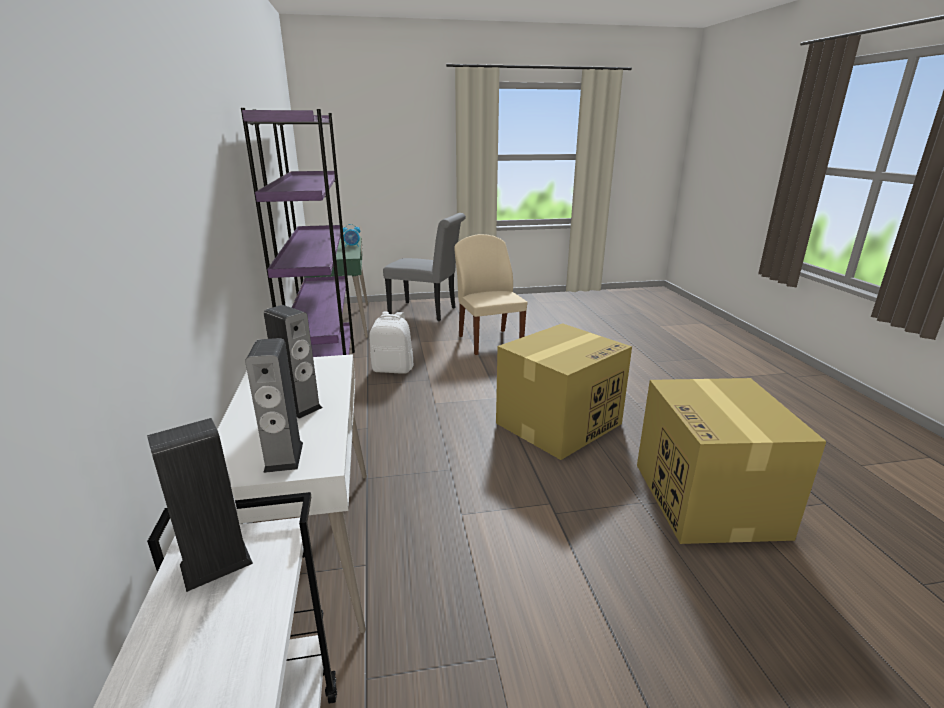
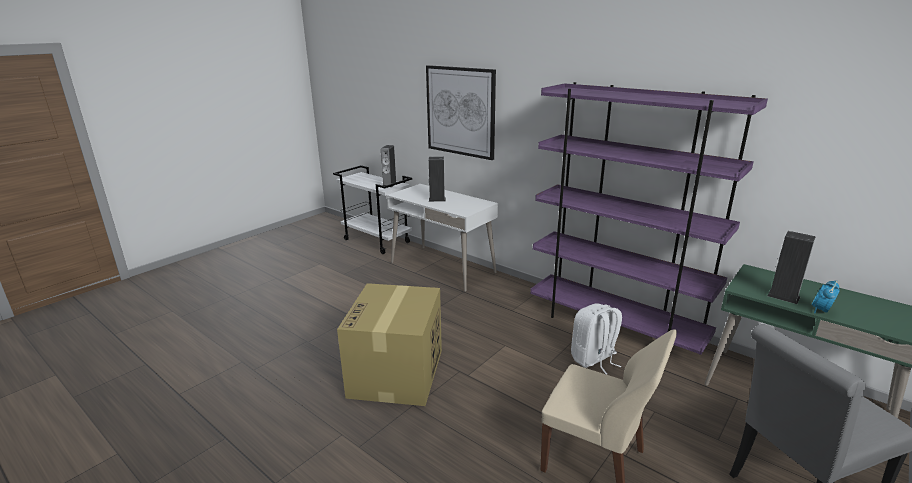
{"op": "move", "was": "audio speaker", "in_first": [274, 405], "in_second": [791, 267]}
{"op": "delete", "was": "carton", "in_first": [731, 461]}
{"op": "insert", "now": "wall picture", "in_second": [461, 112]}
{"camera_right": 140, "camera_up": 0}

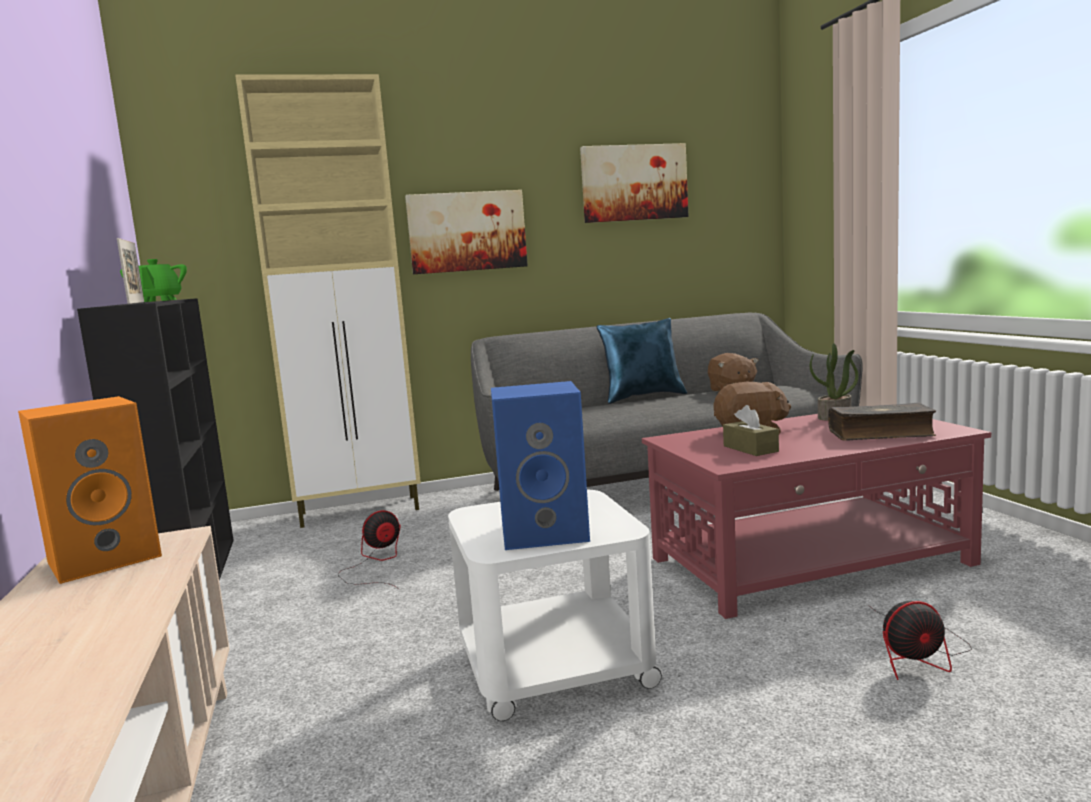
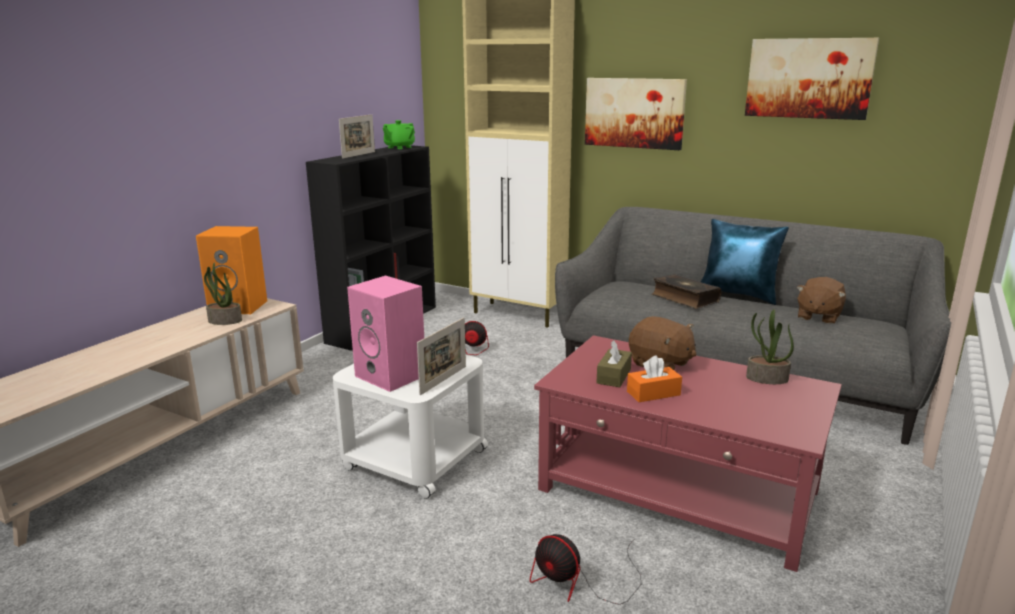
{"op": "recolor", "was": "blue audio speaker", "now": "pink audio speaker", "in_first": [540, 465], "in_second": [385, 334]}
{"op": "move", "was": "volume", "in_first": [882, 422], "in_second": [686, 291]}
{"op": "insert", "now": "houseplant", "in_second": [223, 293]}
{"op": "insert", "now": "standing frame", "in_second": [441, 356]}
{"op": "insert", "now": "orange-coloured tissue holder", "in_second": [654, 378]}
{"camera_right": 45, "camera_up": 10}

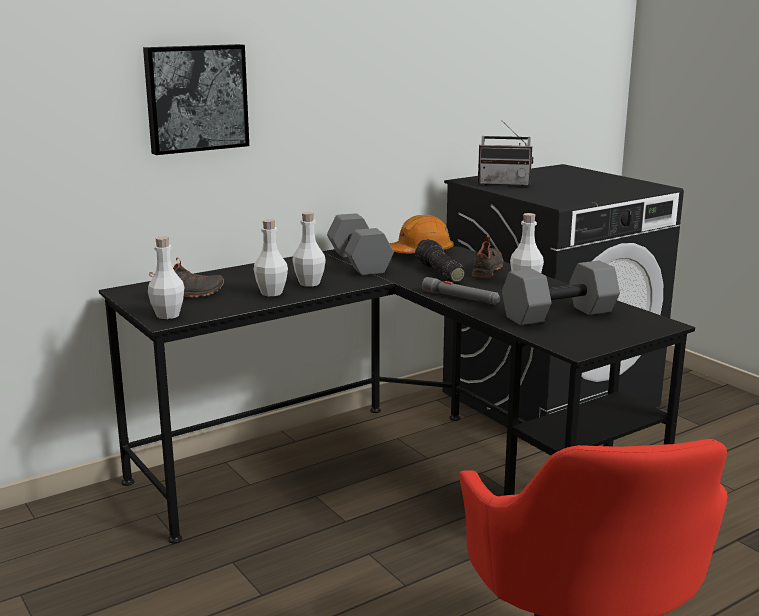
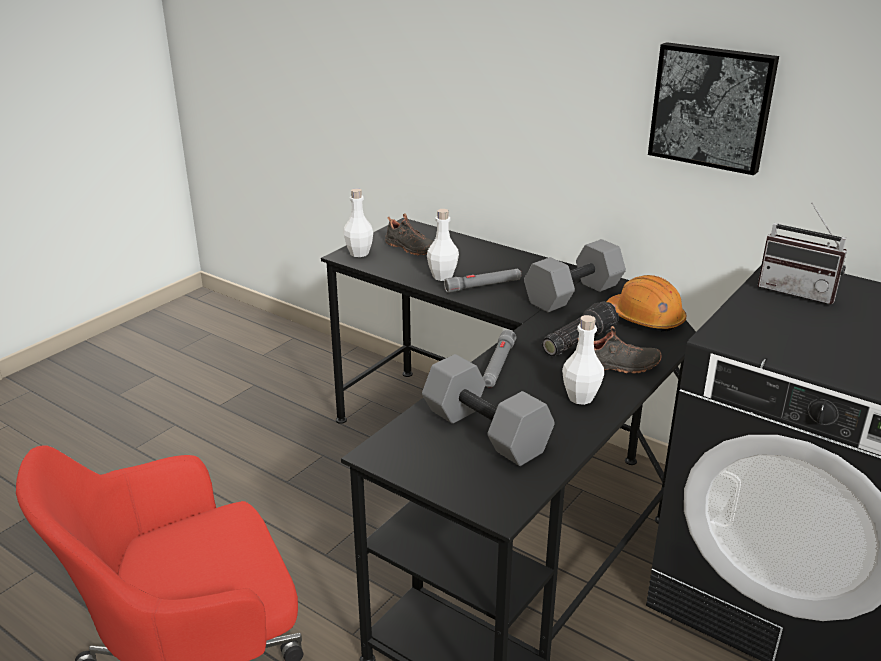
{"op": "move", "was": "wall picture", "in_first": [196, 99], "in_second": [713, 108]}
{"op": "rotate", "was": "radio receiver", "in_first": [505, 153], "in_second": [802, 253], "clockwise": -45}
{"op": "replace", "was": "whitish bottle", "now": "gray flashlight", "in_first": [309, 249], "in_second": [483, 281]}
{"camera_right": 70, "camera_up": 10}

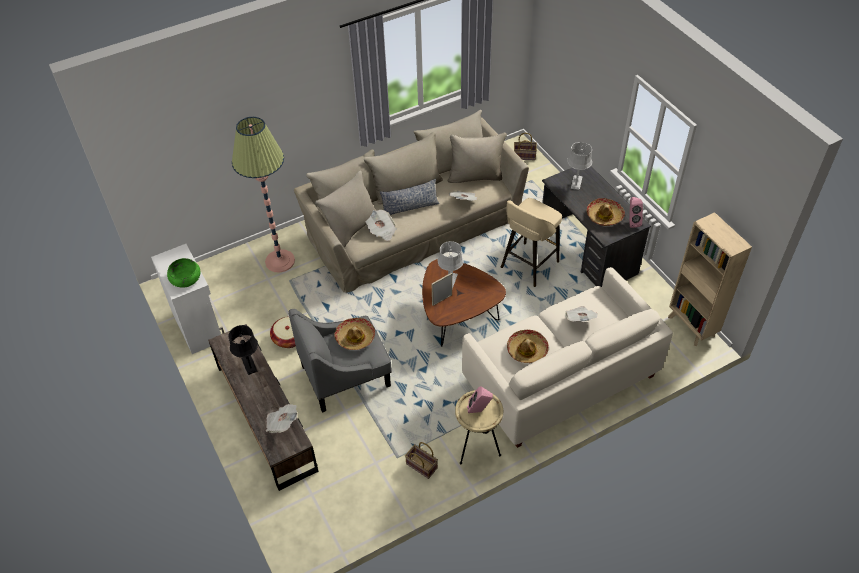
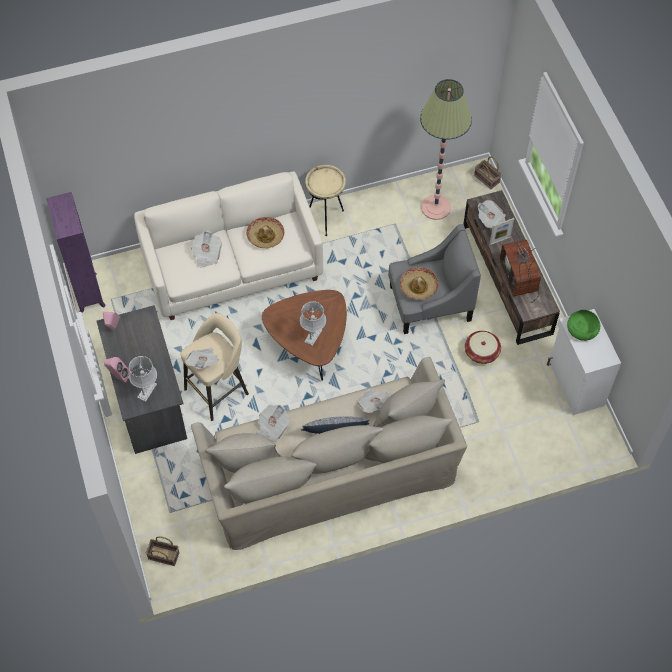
{"op": "move", "was": "standing lamp", "in_first": [263, 194], "in_second": [446, 149]}
{"op": "delete", "was": "clothing hat", "in_first": [606, 212]}
{"op": "recolor", "was": "beige bookshelf", "now": "purple-coloured bookshelf", "in_first": [710, 279], "in_second": [76, 252]}
{"op": "move", "was": "standing frame", "in_first": [442, 289], "in_second": [502, 231]}
{"op": "replace", "was": "black lamp for a table", "now": "TV", "in_first": [243, 350], "in_second": [520, 268]}
{"op": "move", "was": "pink audio speaker", "in_first": [480, 400], "in_second": [117, 370]}
{"op": "move", "was": "household basket", "in_first": [421, 460], "in_second": [488, 173]}
{"op": "insert", "now": "newspaper", "in_second": [202, 358]}
{"camera_right": -170, "camera_up": 10}

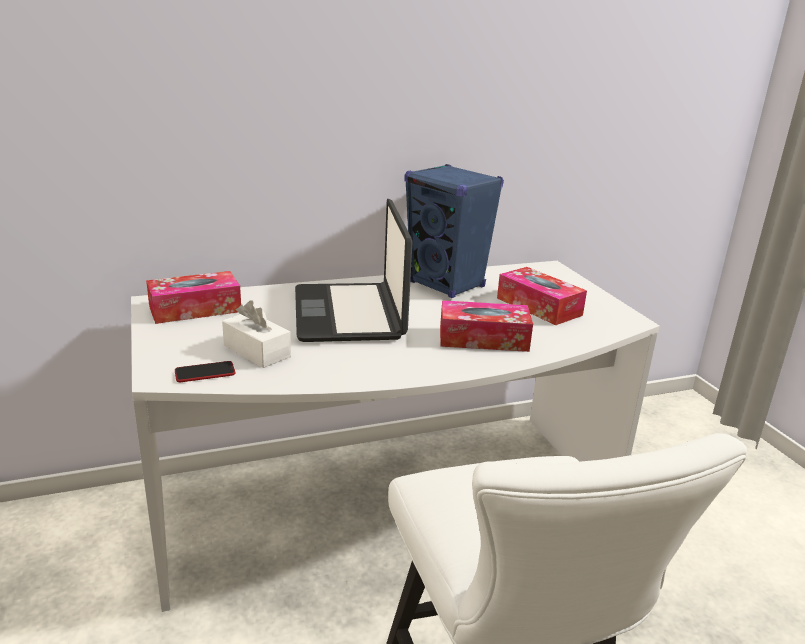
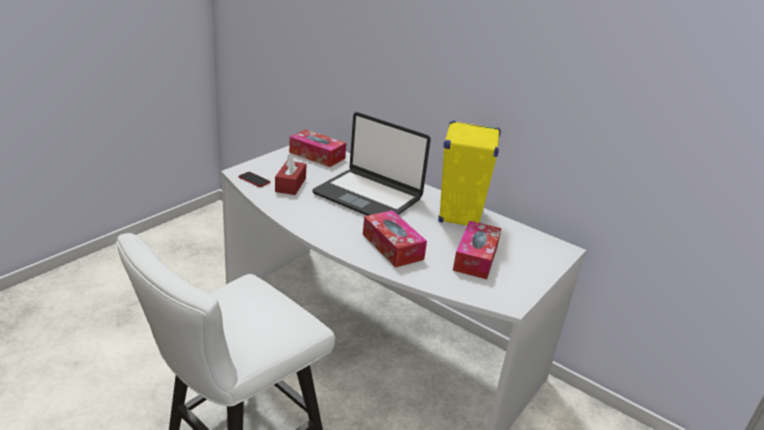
{"op": "recolor", "was": "blue audio speaker", "now": "yellowish audio speaker", "in_first": [454, 231], "in_second": [469, 172]}
{"op": "rotate", "was": "notebook computer", "in_first": [354, 270], "in_second": [371, 164], "clockwise": -105}
{"op": "recolor", "was": "whitish tissue holder", "now": "red tissue holder", "in_first": [256, 334], "in_second": [290, 174]}
{"camera_right": 55, "camera_up": 5}

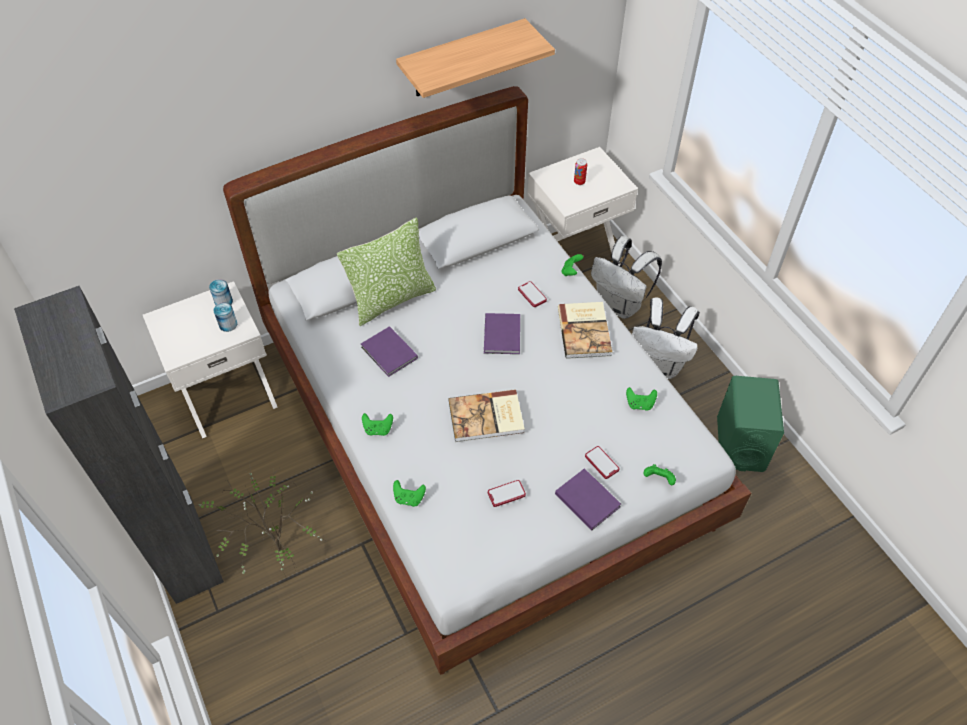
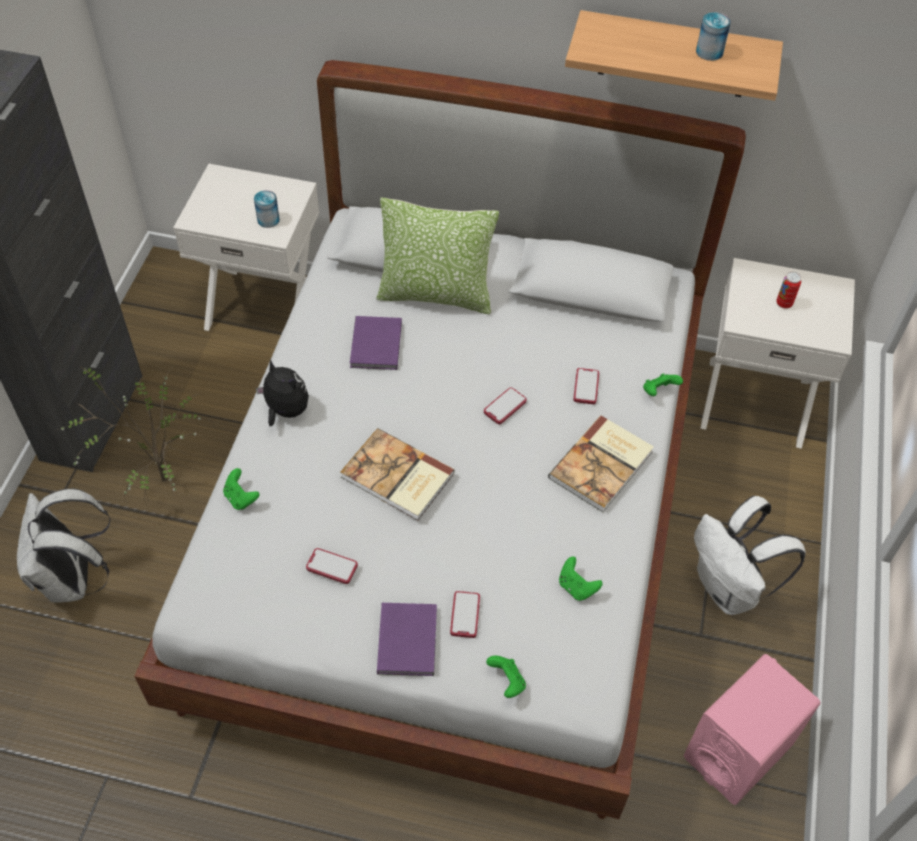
{"op": "move", "was": "whitish backpack", "in_first": [626, 277], "in_second": [63, 545]}
{"op": "move", "was": "can", "in_first": [221, 292], "in_second": [713, 36]}
{"op": "replace", "was": "purple-coloured volume", "now": "telephone", "in_first": [502, 333], "in_second": [505, 405]}
{"op": "recolor", "was": "green audio speaker", "now": "pink audio speaker", "in_first": [750, 424], "in_second": [752, 729]}
{"op": "replace", "was": "green joypad", "now": "plush toy", "in_first": [377, 424], "in_second": [282, 392]}
{"camera_right": 40, "camera_up": 0}

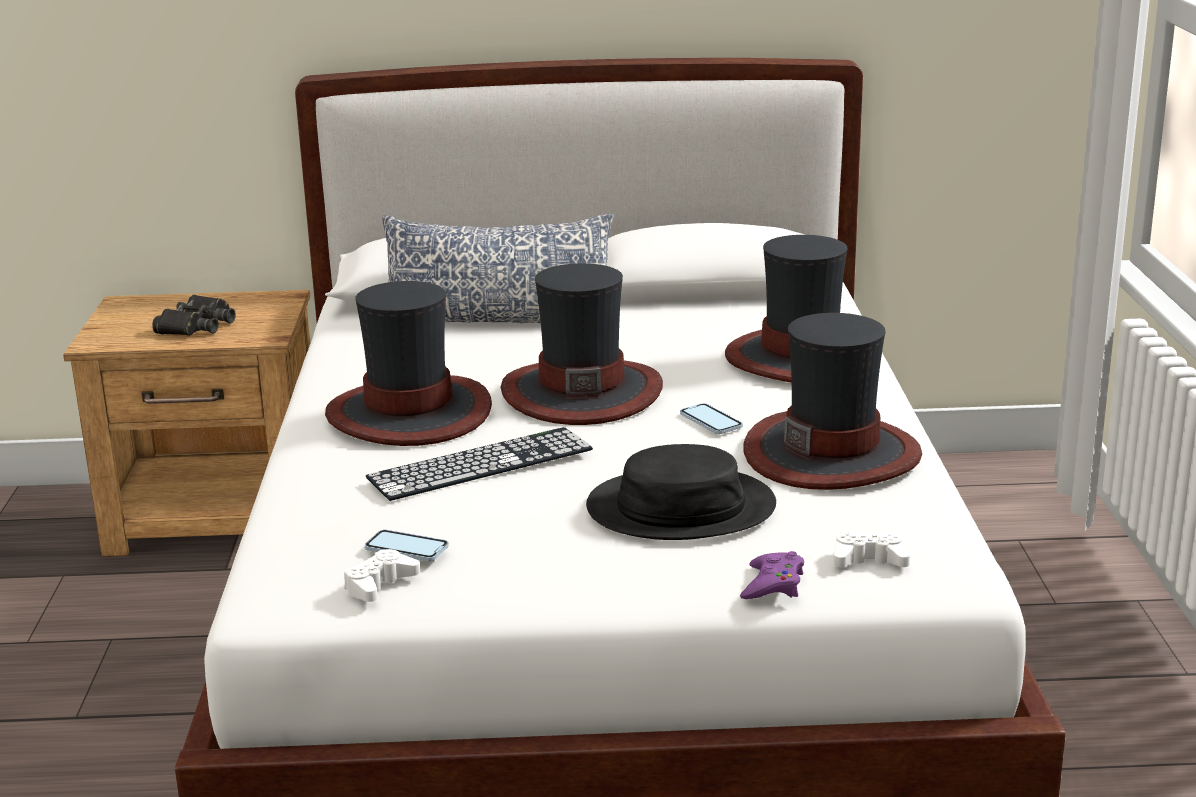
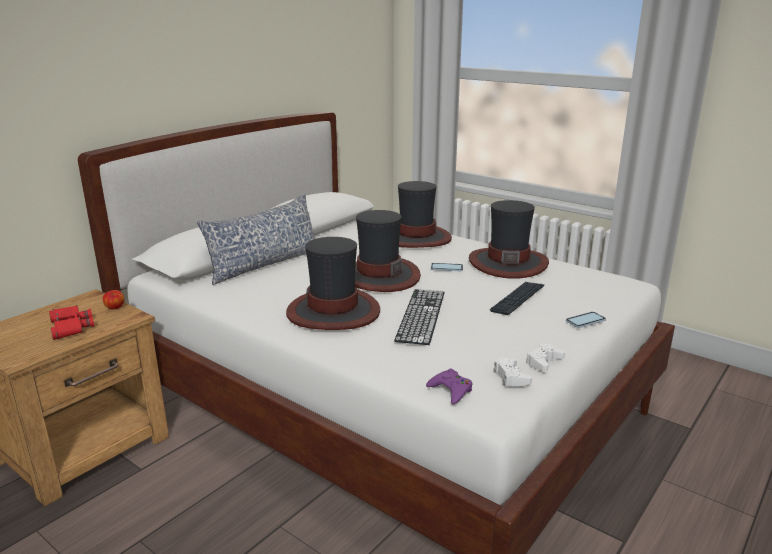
{"op": "recolor", "was": "black field glasses", "now": "red field glasses", "in_first": [194, 314], "in_second": [71, 322]}
{"op": "replace", "was": "black clothing hat", "now": "computer keyboard", "in_first": [681, 492], "in_second": [517, 298]}
{"op": "move", "was": "telephone", "in_first": [407, 545], "in_second": [586, 320]}
{"op": "move", "was": "whitish joypad", "in_first": [872, 549], "in_second": [545, 357]}
{"op": "move", "was": "purple-coloured joypad", "in_first": [772, 575], "in_second": [449, 386]}
{"op": "insert", "now": "apple", "in_second": [114, 299]}
{"camera_right": -50, "camera_up": 0}

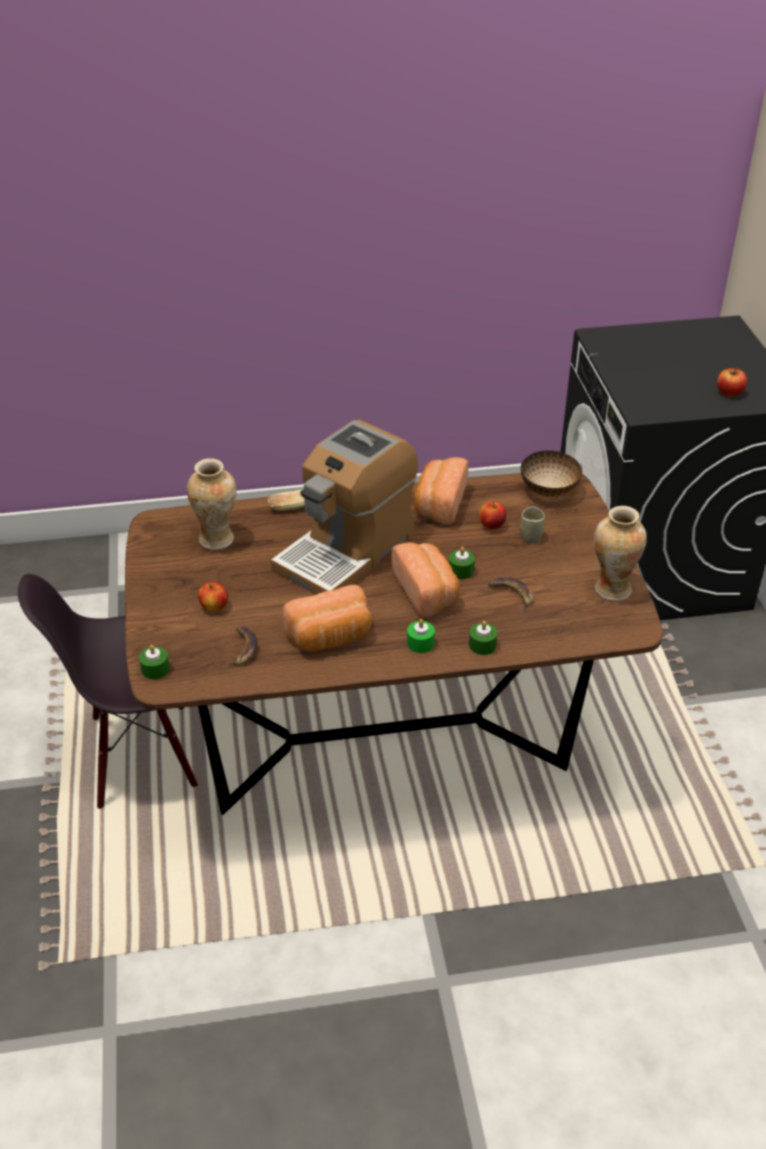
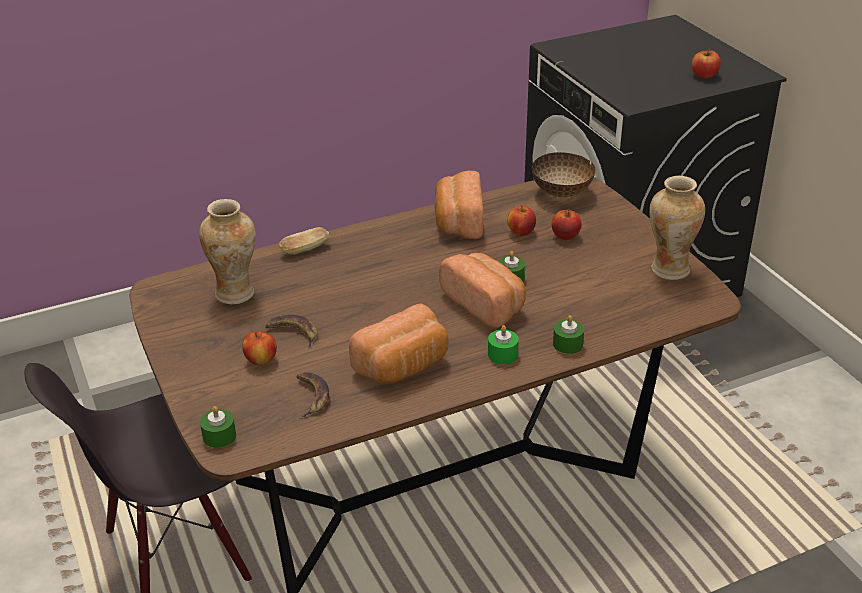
{"op": "delete", "was": "coffee machine", "in_first": [344, 507]}
{"op": "replace", "was": "small cup", "now": "apple", "in_first": [532, 525], "in_second": [567, 224]}
{"op": "move", "was": "banana", "in_first": [510, 595], "in_second": [291, 332]}
{"camera_right": -15, "camera_up": -5}

